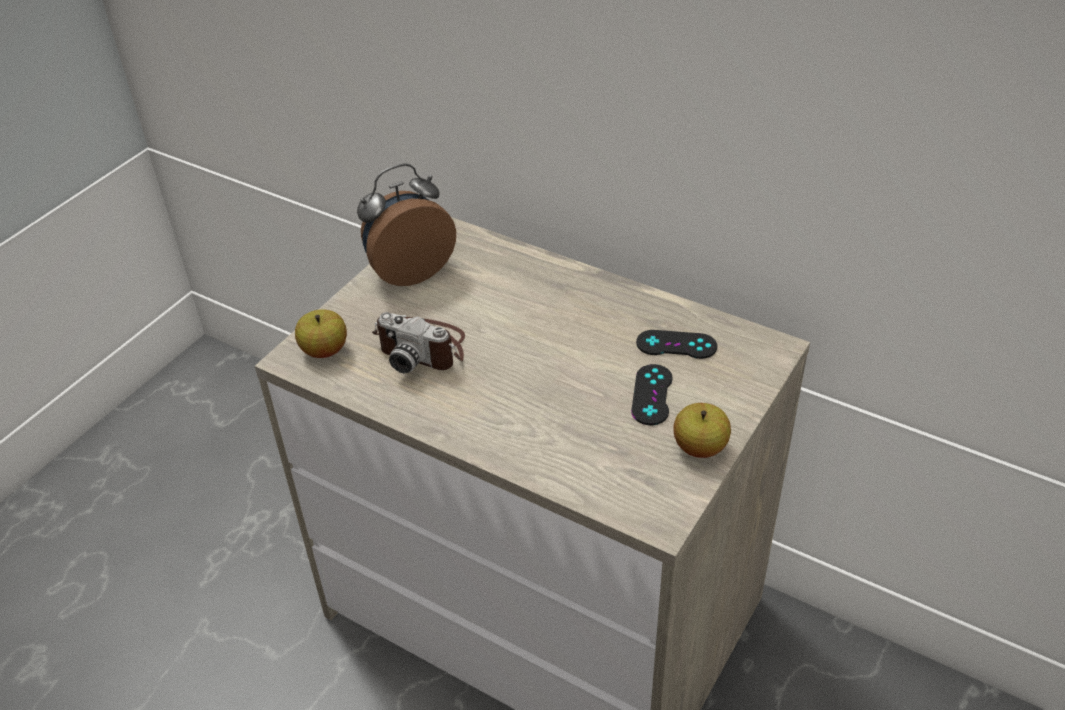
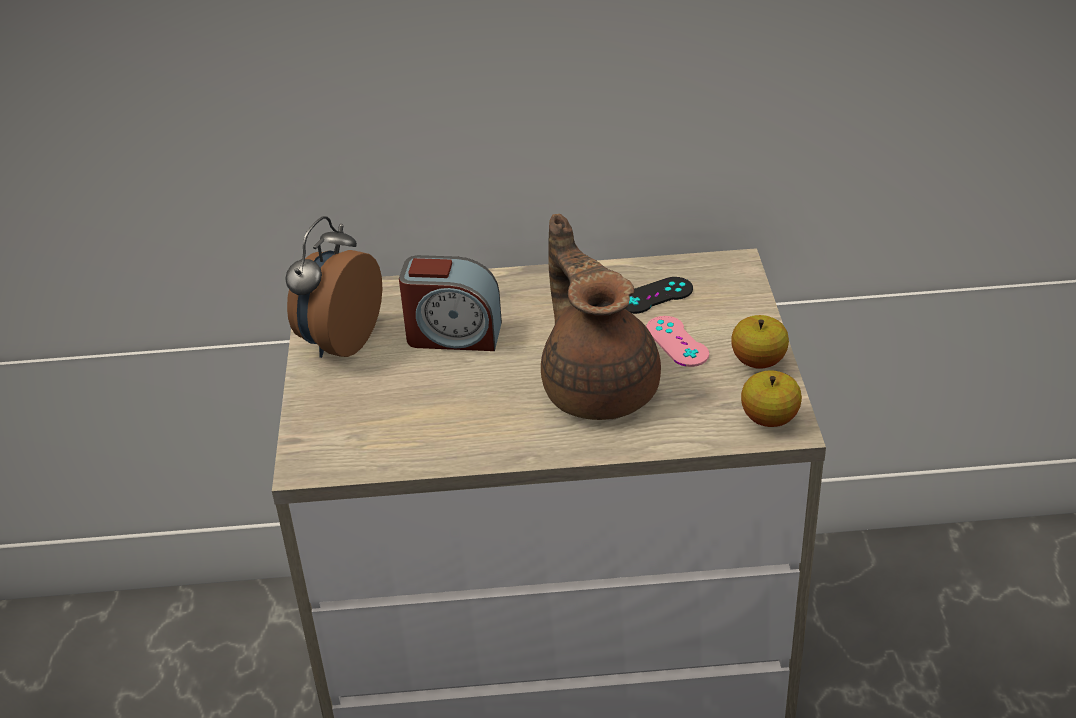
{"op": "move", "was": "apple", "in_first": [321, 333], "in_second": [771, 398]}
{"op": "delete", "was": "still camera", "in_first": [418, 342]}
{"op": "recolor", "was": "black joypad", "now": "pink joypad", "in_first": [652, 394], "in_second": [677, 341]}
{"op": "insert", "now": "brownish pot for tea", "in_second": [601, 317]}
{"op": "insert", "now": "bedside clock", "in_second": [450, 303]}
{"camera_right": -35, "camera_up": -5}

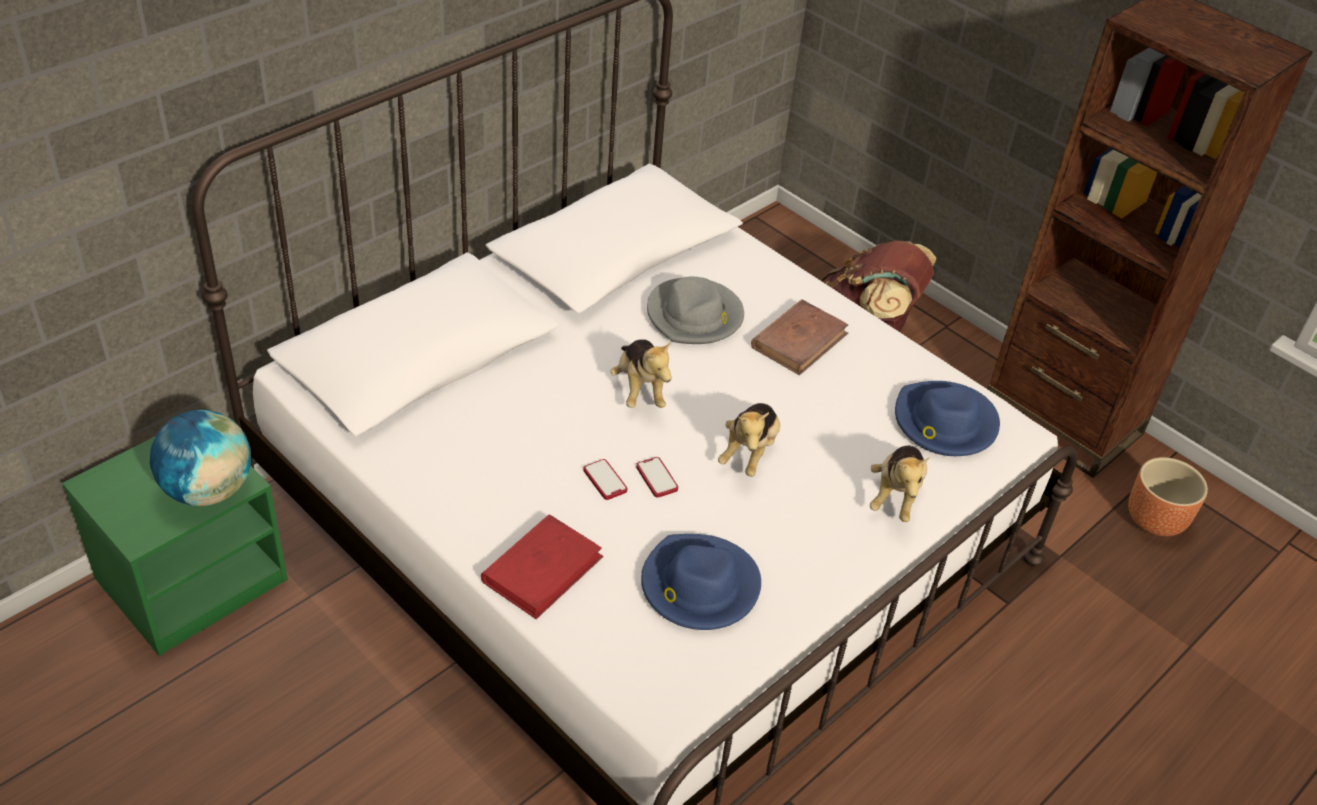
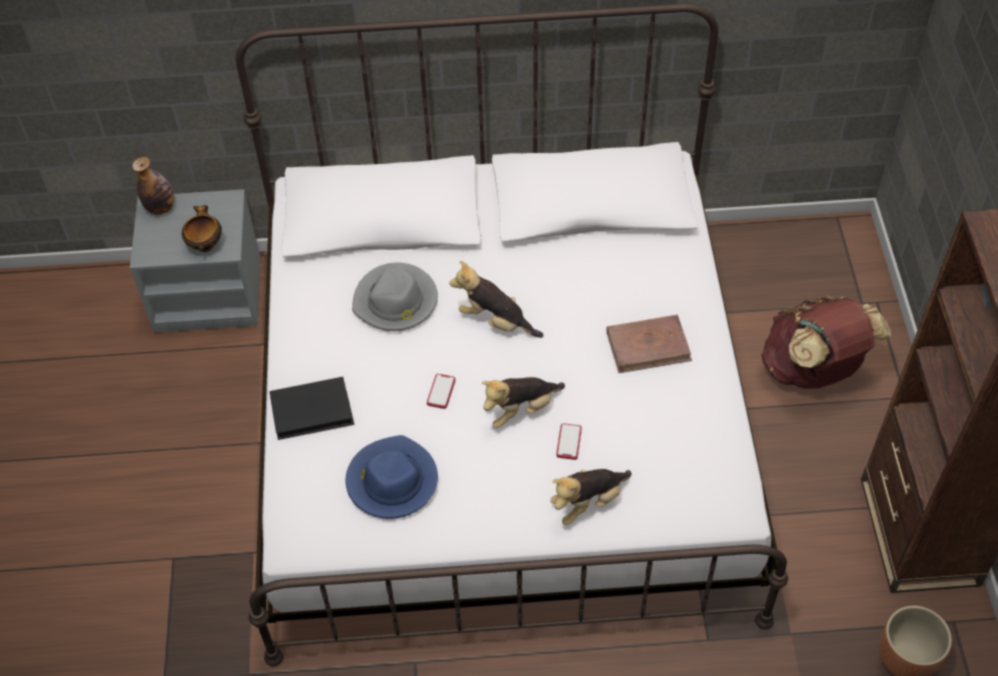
{"op": "move", "was": "gray clothing hat", "in_first": [695, 310], "in_second": [395, 296]}
{"op": "rotate", "was": "plush toy", "in_first": [641, 373], "in_second": [496, 299], "clockwise": 90}
{"op": "delete", "was": "blue clothing hat", "in_first": [947, 418]}
{"op": "replace", "was": "world globe", "now": "deep dish", "in_first": [200, 458], "in_second": [202, 228]}
{"op": "recolor", "was": "green nightstand", "now": "gray nightstand", "in_first": [175, 546], "in_second": [195, 261]}
{"op": "move", "was": "telephone", "in_first": [605, 479], "in_second": [569, 441]}
{"op": "recolor", "was": "red volume", "now": "black volume", "in_first": [542, 566], "in_second": [312, 408]}
{"op": "insert", "now": "bottle", "in_second": [153, 186]}
{"camera_right": 45, "camera_up": 10}

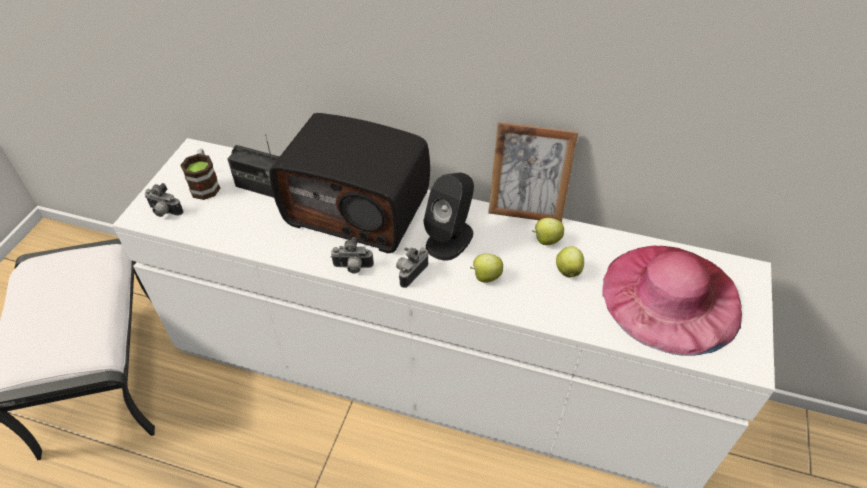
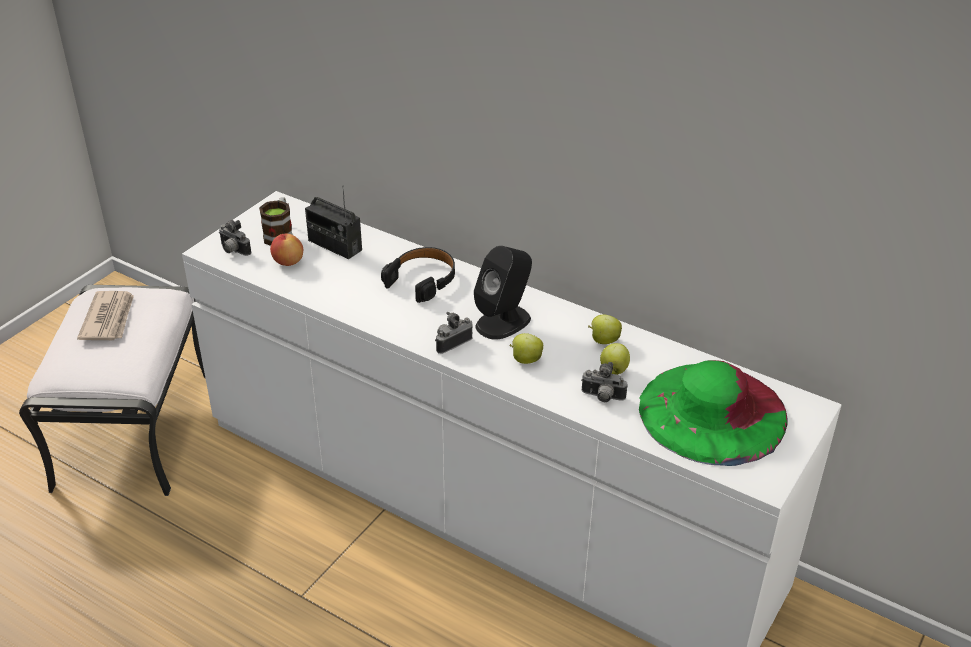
{"op": "replace", "was": "radio receiver", "now": "black headset", "in_first": [349, 183], "in_second": [418, 275]}
{"op": "delete", "was": "standing frame", "in_first": [533, 172]}
{"op": "move", "was": "still camera", "in_first": [352, 255], "in_second": [604, 382]}
{"op": "recolor", "was": "pink clothing hat", "now": "green clothing hat", "in_first": [672, 301], "in_second": [713, 413]}
{"op": "insert", "now": "apple", "in_second": [286, 250]}
{"op": "insert", "now": "newspaper", "in_second": [105, 316]}
{"camera_right": 15, "camera_up": -10}

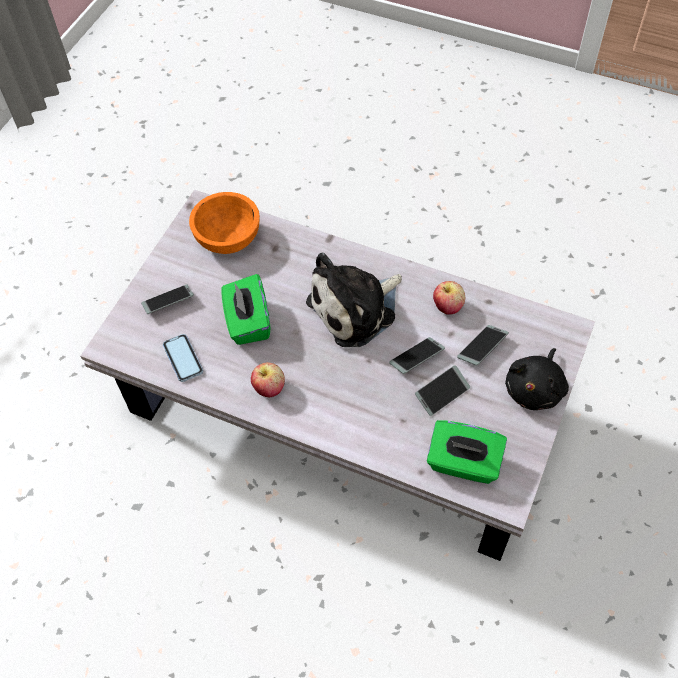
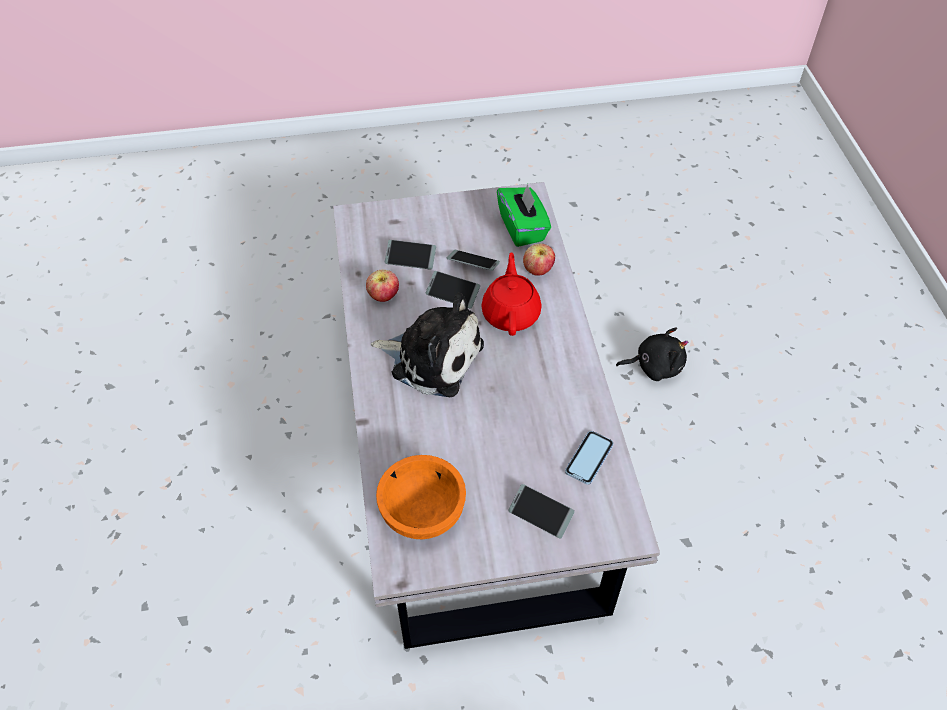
{"op": "delete", "was": "green tissue holder", "in_first": [245, 309]}
{"op": "move", "was": "black plush toy", "in_first": [537, 379], "in_second": [652, 354]}
{"op": "move", "was": "apple", "in_first": [268, 379], "in_second": [539, 260]}
{"op": "insert", "now": "red pot for tea", "in_second": [511, 294]}
{"camera_right": -125, "camera_up": -5}

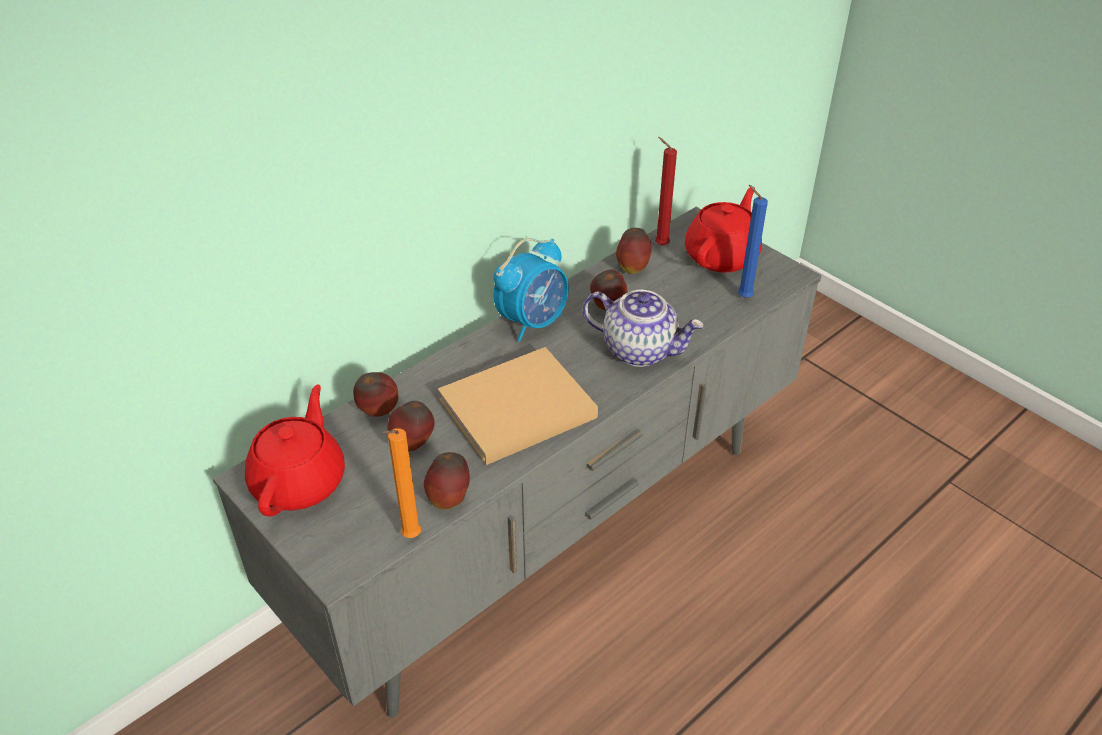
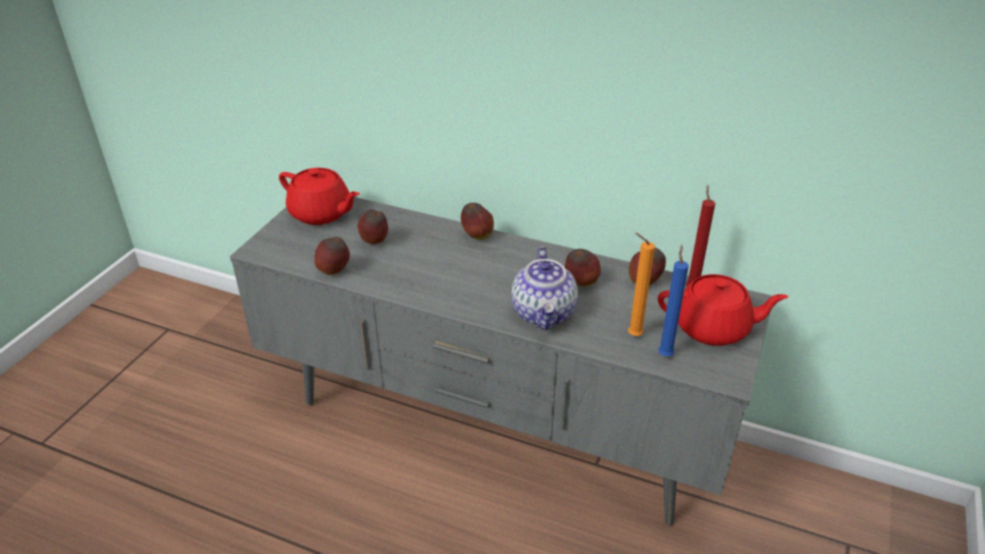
{"op": "delete", "was": "bedside clock", "in_first": [531, 290]}
{"op": "delete", "was": "beige volume", "in_first": [518, 406]}
{"op": "move", "was": "apple", "in_first": [375, 394], "in_second": [477, 221]}
{"op": "rotate", "was": "red pot for tea", "in_first": [295, 450], "in_second": [319, 196], "clockwise": 45}
{"op": "move", "was": "orange-coloured wax light", "in_first": [401, 483], "in_second": [641, 284]}
{"camera_right": 65, "camera_up": -5}

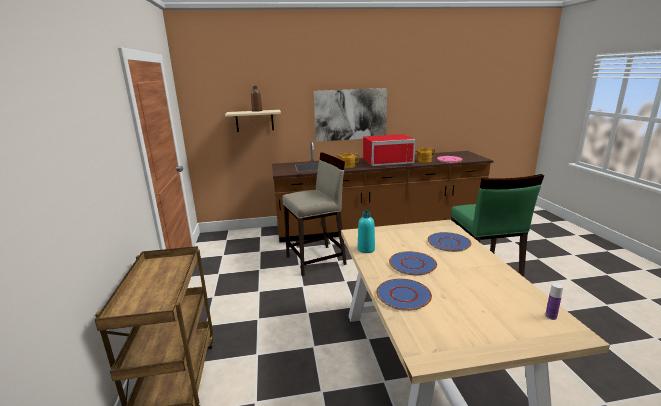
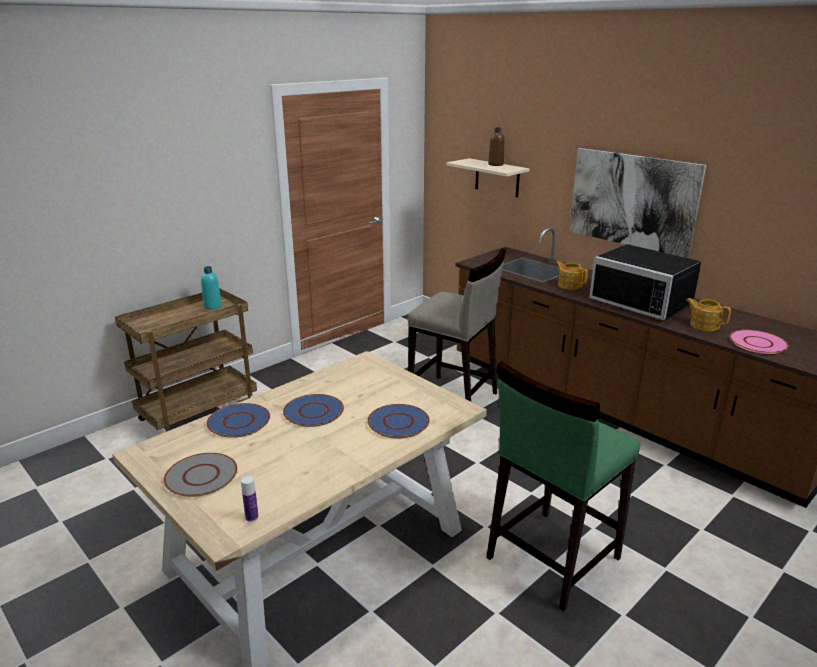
{"op": "recolor", "was": "red kitchen microwave", "now": "black kitchen microwave", "in_first": [389, 150], "in_second": [645, 282]}
{"op": "move", "was": "turquoise-coloured bottle", "in_first": [366, 232], "in_second": [211, 287]}
{"op": "insert", "now": "gray plate", "in_second": [200, 475]}
{"camera_right": 55, "camera_up": 5}

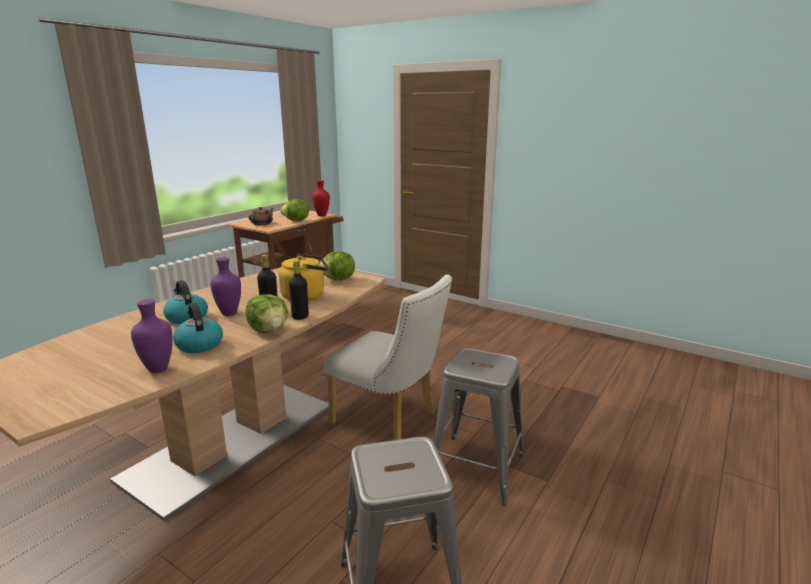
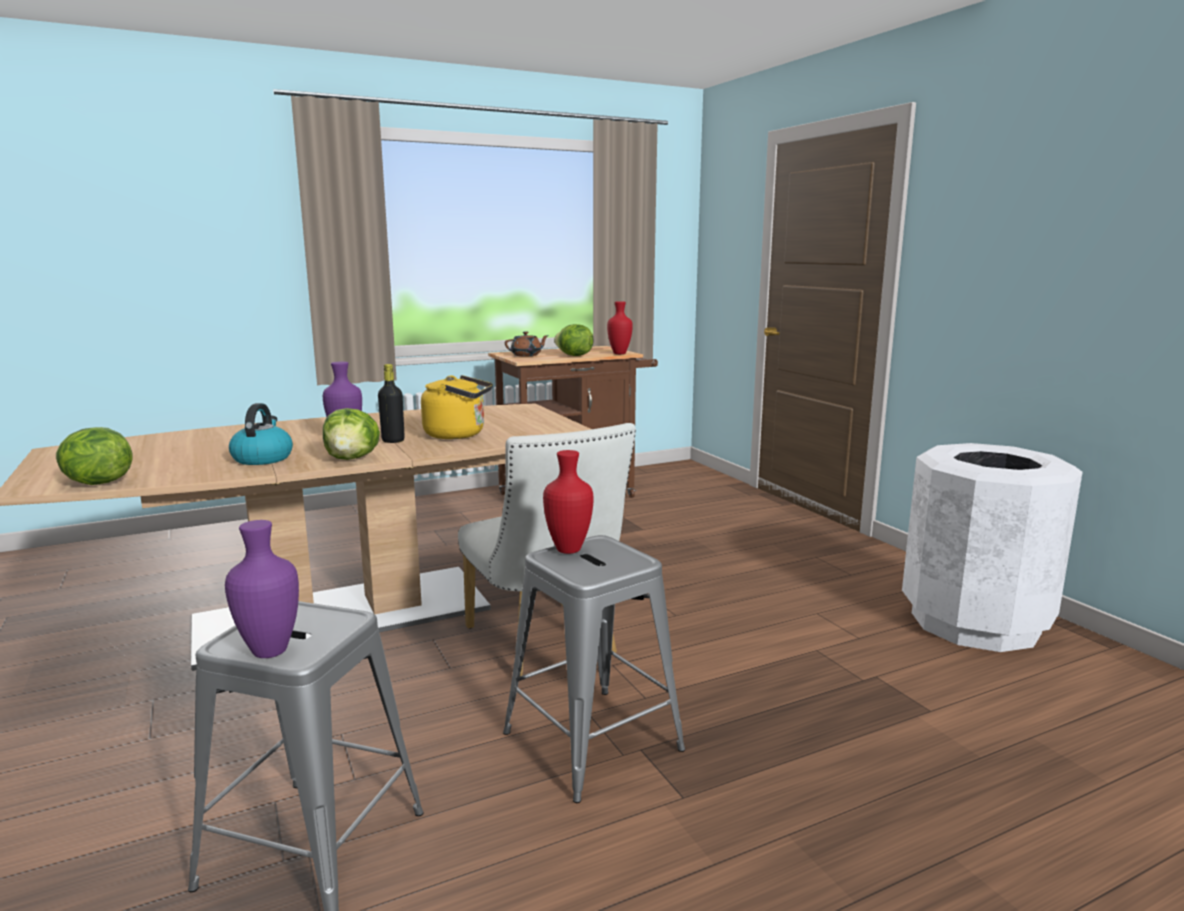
{"op": "move", "was": "head of lettuce", "in_first": [337, 266], "in_second": [94, 456]}
{"op": "delete", "was": "black bottle", "in_first": [299, 290]}
{"op": "delete", "was": "kettle", "in_first": [185, 302]}
{"op": "move", "was": "purple-coloured decorative vase", "in_first": [152, 336], "in_second": [262, 589]}
{"op": "insert", "now": "whitish rubbish bin", "in_second": [992, 547]}
{"op": "insert", "now": "red decorative vase", "in_second": [568, 502]}
{"camera_right": 30, "camera_up": -5}

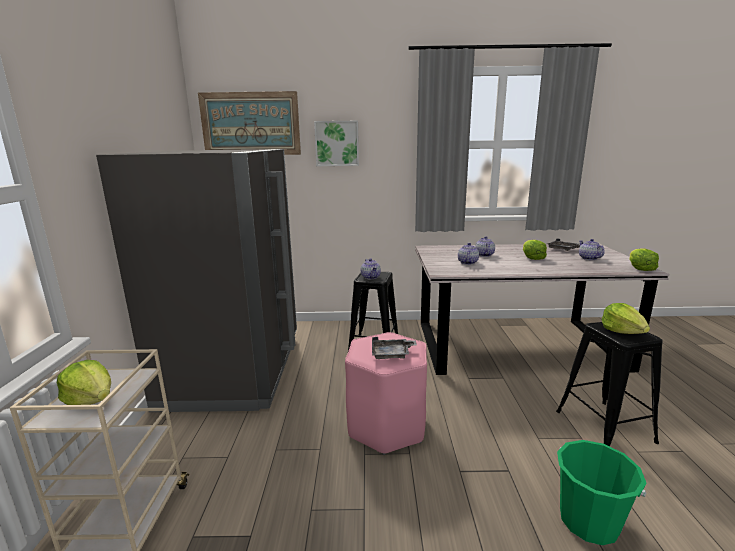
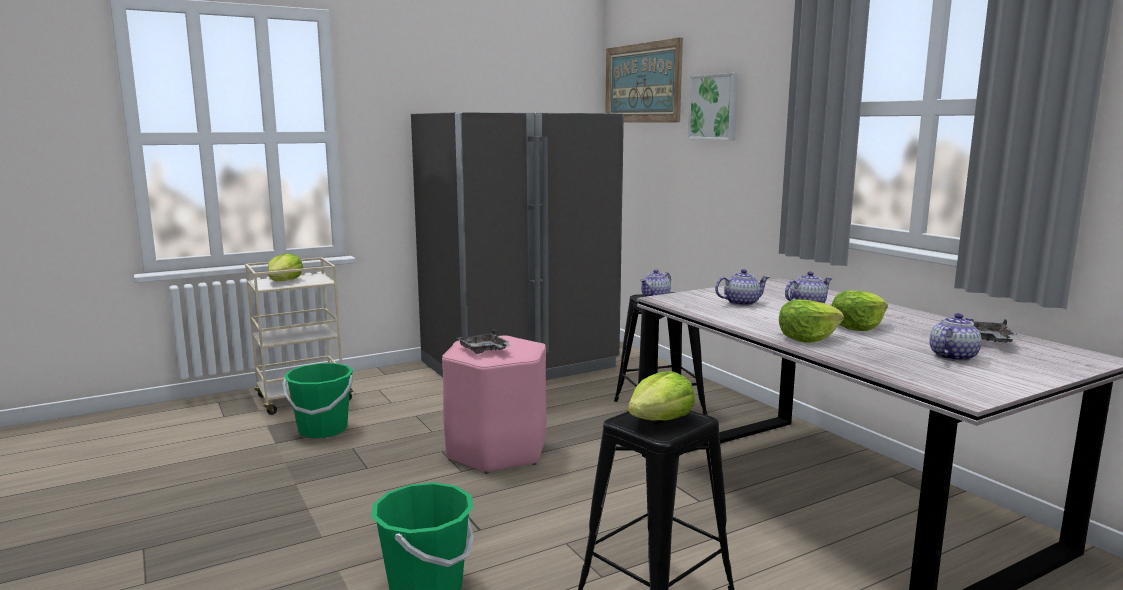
{"op": "move", "was": "head of lettuce", "in_first": [644, 260], "in_second": [811, 321]}
{"op": "insert", "now": "green bucket", "in_second": [318, 400]}
{"camera_right": 60, "camera_up": -5}

